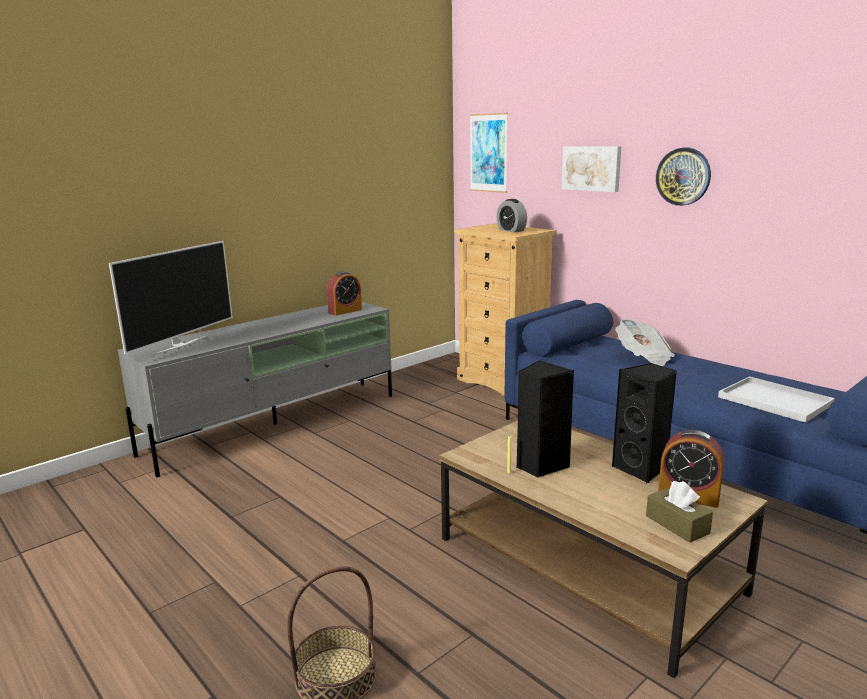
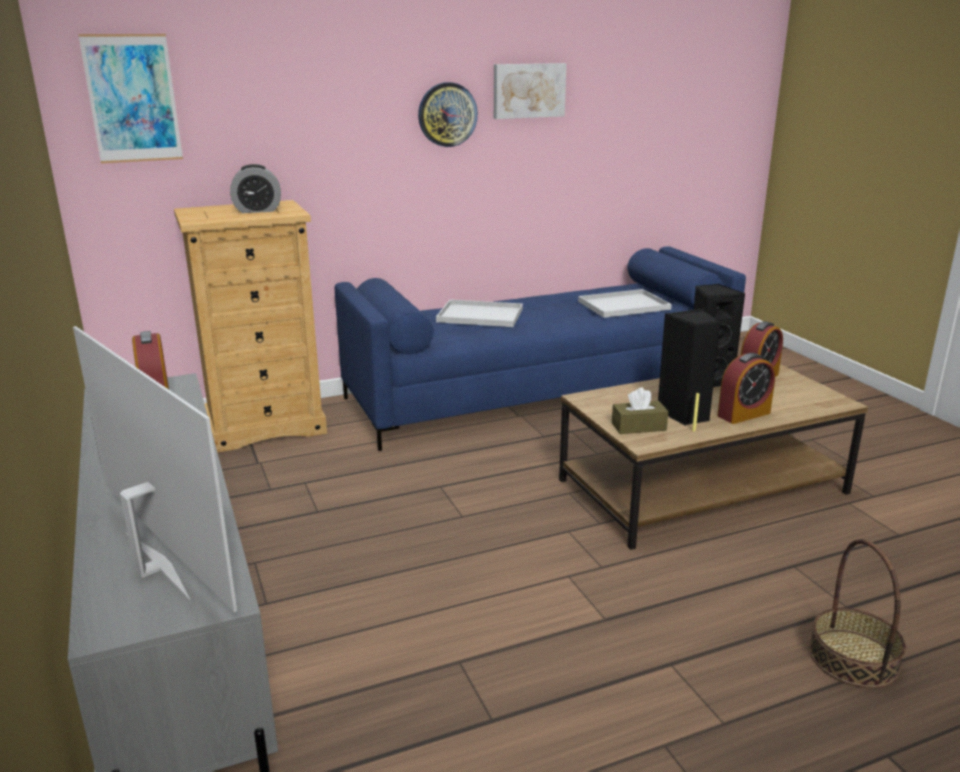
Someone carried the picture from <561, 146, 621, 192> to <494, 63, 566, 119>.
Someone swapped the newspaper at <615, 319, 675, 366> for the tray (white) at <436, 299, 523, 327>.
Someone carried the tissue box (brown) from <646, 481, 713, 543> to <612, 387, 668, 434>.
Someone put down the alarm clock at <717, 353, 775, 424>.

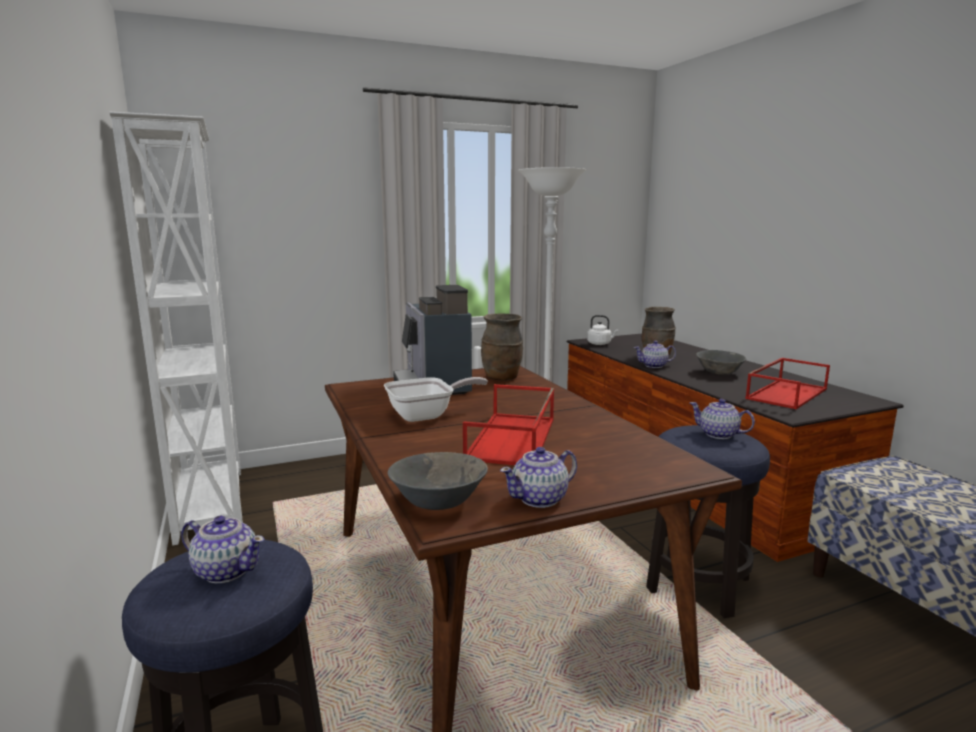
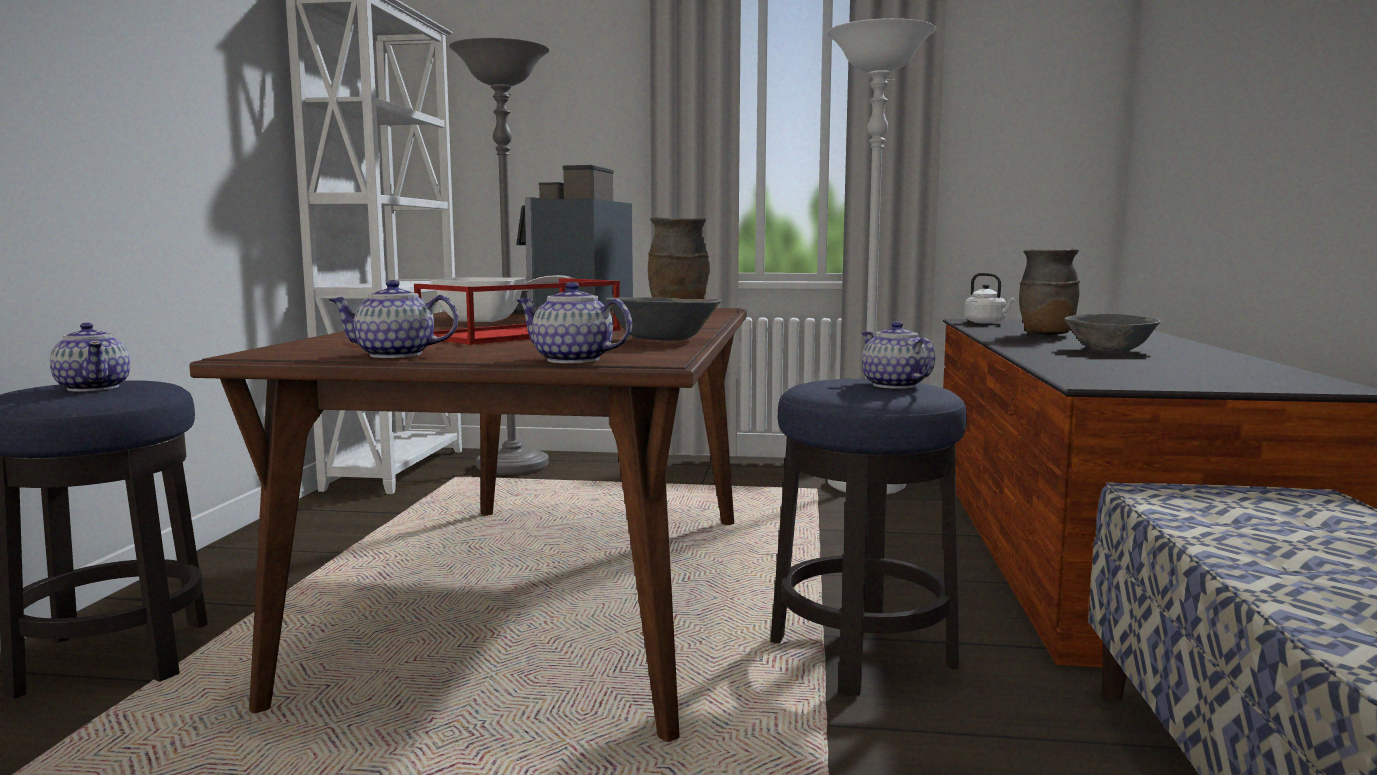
Someone carried the teapot from <634, 341, 676, 368> to <516, 282, 632, 363>.
Someone took away the tray (red) at <745, 358, 830, 409>.
Someone carried the bowl (grey) from <388, 452, 488, 510> to <605, 297, 721, 341>.
Someone put down the floor lamp (grey) at <449, 38, 550, 475>.

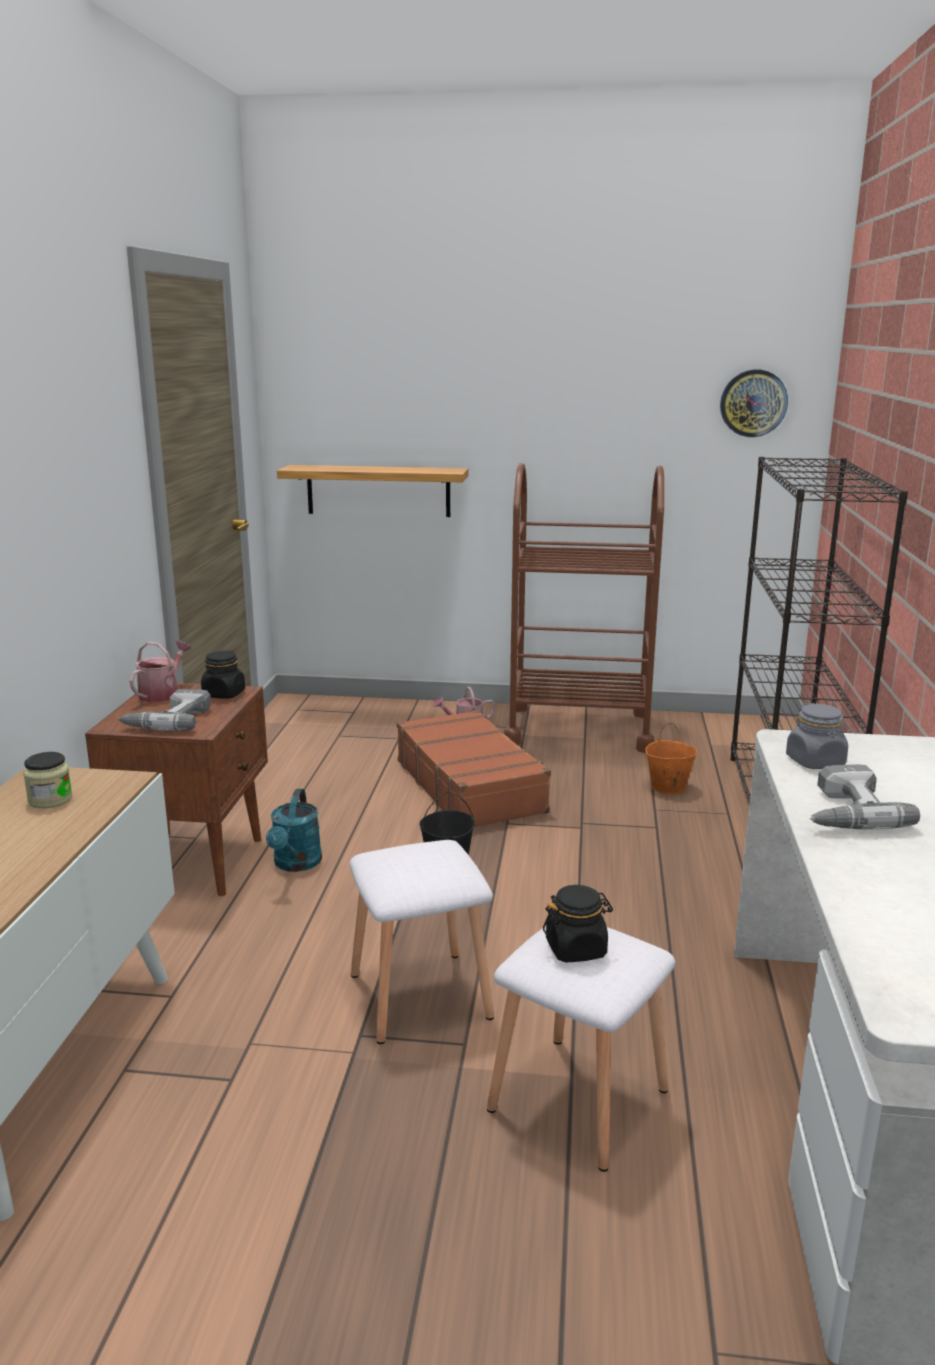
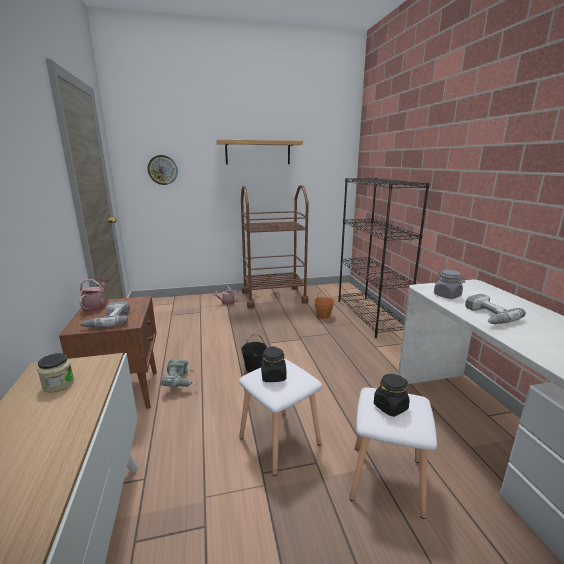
Someone carried the wall clock from <720, 369, 788, 437> to <148, 155, 178, 185>.
Someone carried the shelf from <277, 465, 468, 517> to <216, 140, 303, 164>.
Someone carried the jar (black) from <201, 650, 245, 699> to <261, 346, 286, 382>.
Someone took away the suitcase (brown) at <397, 710, 551, 827>.
Someone swapped the watering can (turquoise) at <266, 789, 322, 872> for the power drill at <161, 359, 198, 387>.

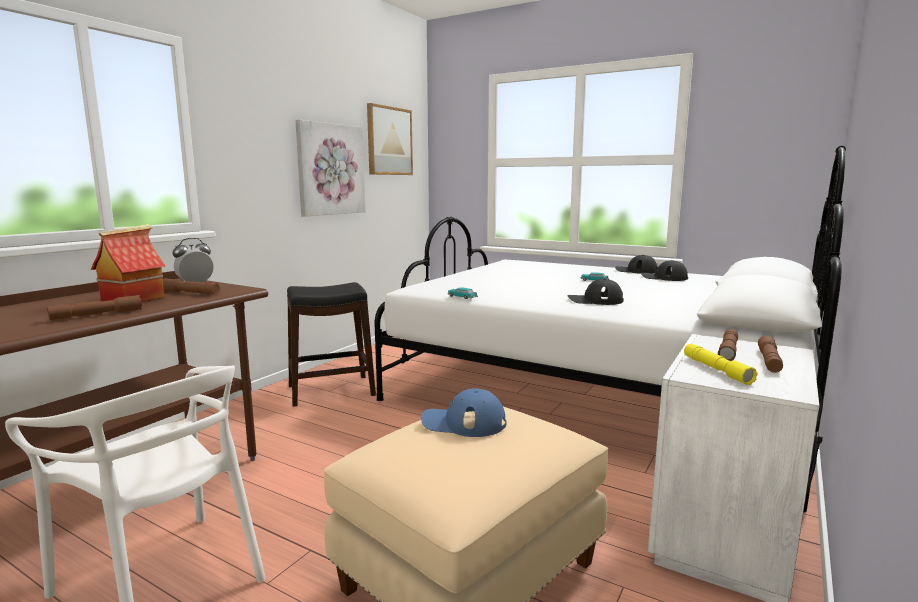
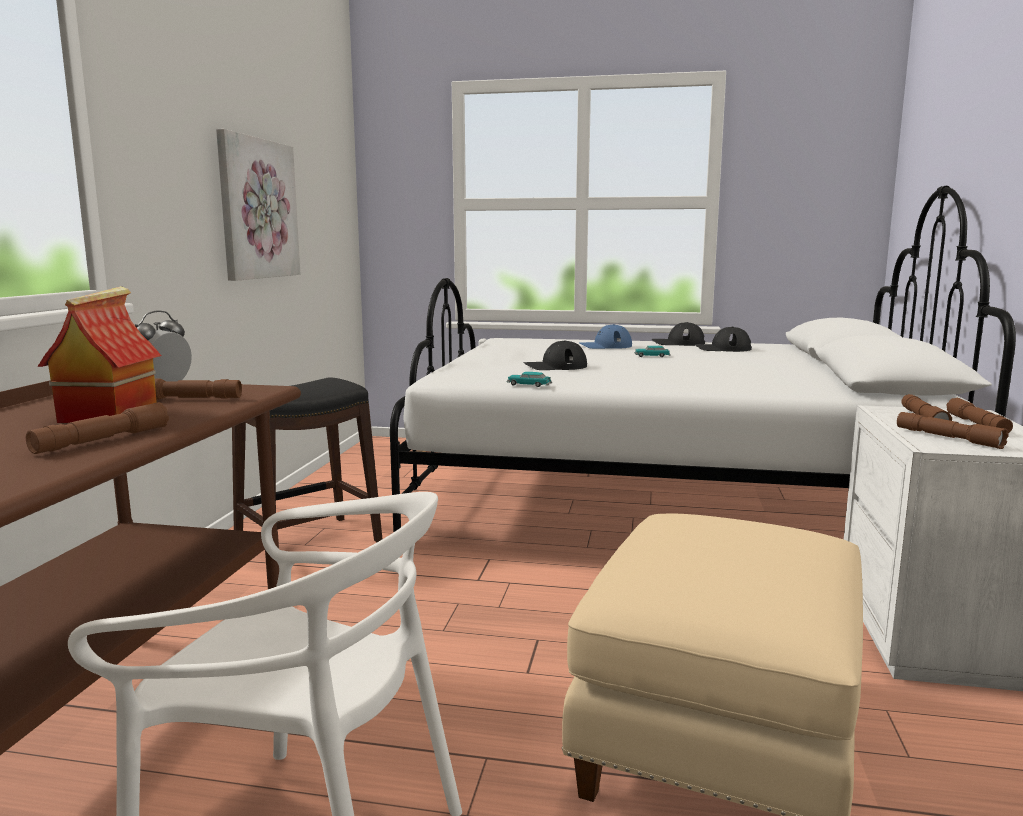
Someone took away the picture at <367, 103, 413, 175>.
Someone carried the cap (black) from <568, 279, 624, 305> to <524, 340, 587, 370>.
Someone repainted the flashlight (yellow) at <684, 344, 758, 385>, which became the flashlight (brown) at <897, 412, 1008, 449>.
Someone carried the cap (blue) from <421, 388, 507, 437> to <580, 324, 632, 349>.

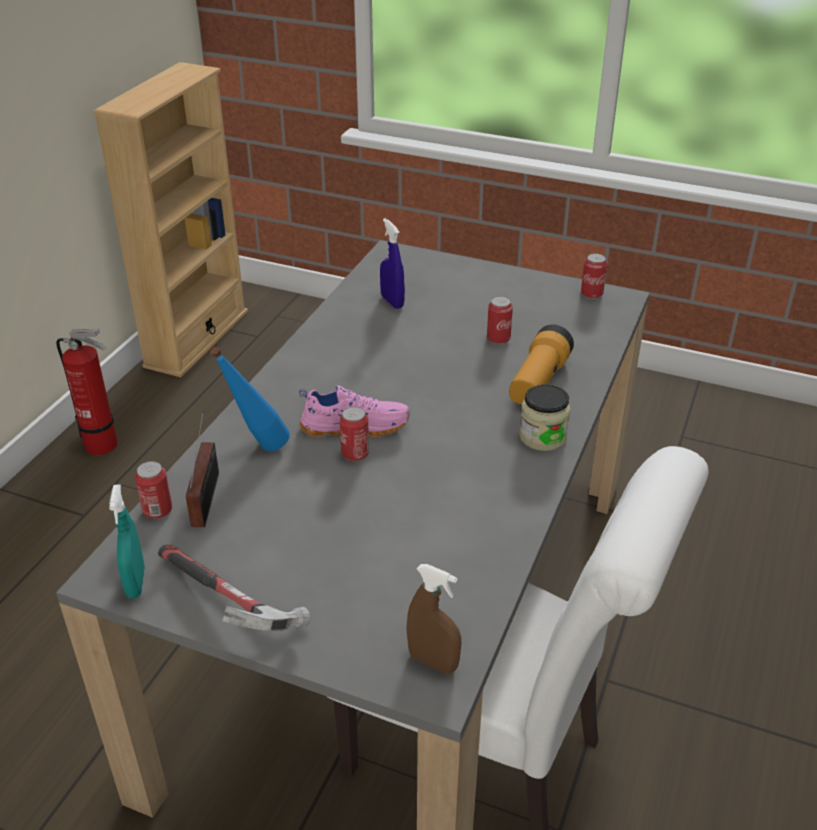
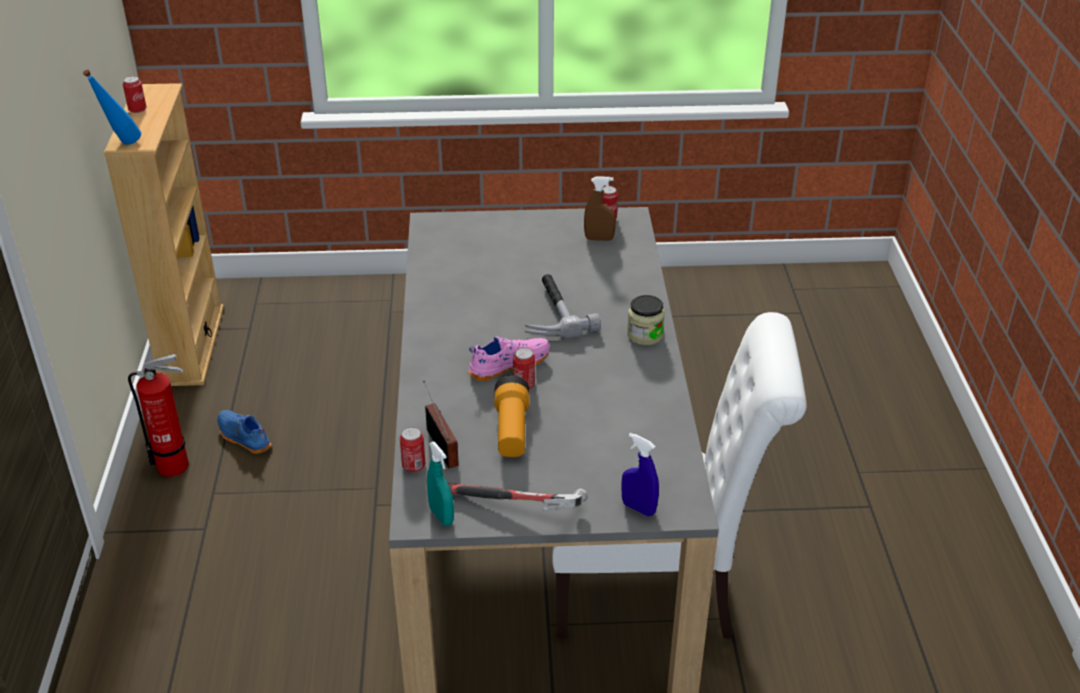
Someone carried the spray bottle (blue) from <380, 218, 405, 309> to <621, 433, 659, 516>.
Someone carried the can from <487, 296, 513, 344> to <123, 76, 146, 113>.
Someone carried the flashlight from <509, 324, 574, 405> to <494, 375, 529, 457>.
Someone carried the bottle (blue) from <210, 347, 290, 451> to <83, 70, 141, 145>.
Someone carried the spray bottle (brown) from <407, 564, 461, 674> to <584, 176, 616, 241>.
Someone put down the hammer at <525, 274, 601, 338>.
Someone put down the shoe (blue) at <217, 410, 271, 454>.

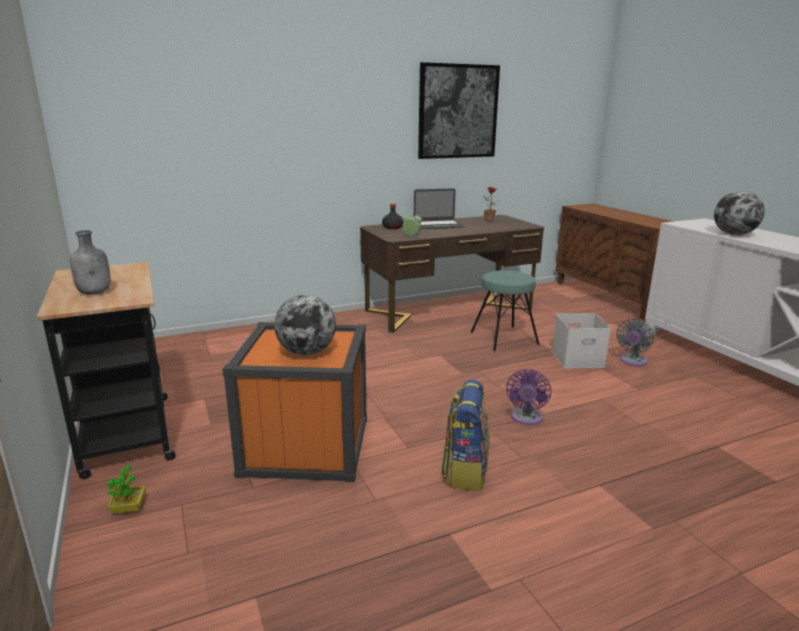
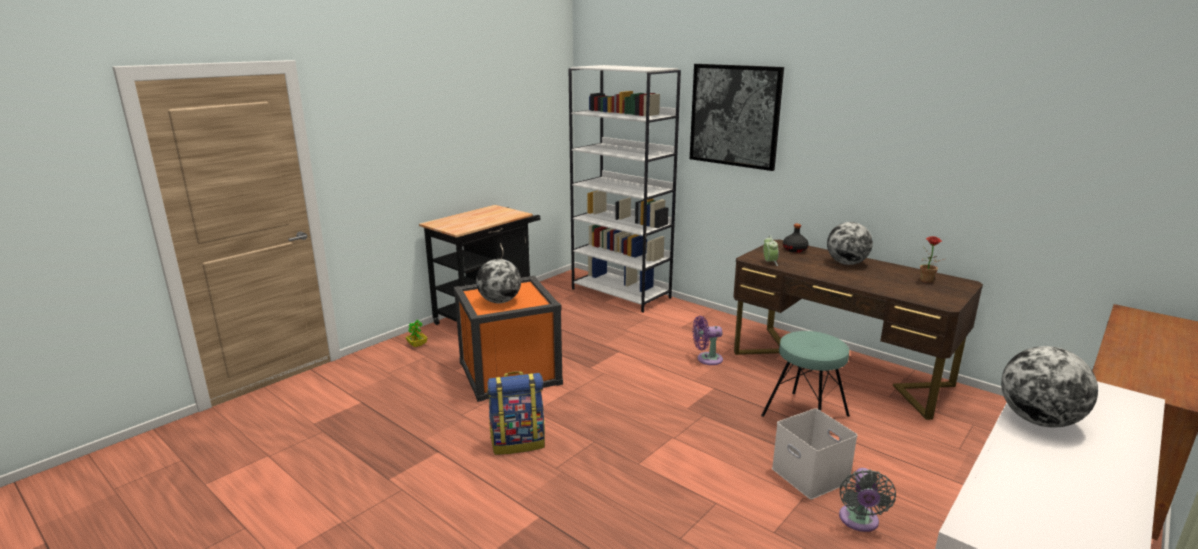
Someone carried the picture from <418, 62, 500, 159> to <690, 64, 784, 171>.
Someone swapped the laptop at <414, 188, 464, 229> for the globe at <827, 222, 873, 265>.
Someone took away the bottle (grey) at <70, 230, 111, 294>.
Someone rotated the fan (grey) at <616, 319, 654, 366> by 90 degrees counterclockwise.
Someone carried the fan (purple) from <506, 369, 551, 425> to <693, 316, 723, 365>.
Someone put down the bookcase (white) at <569, 65, 681, 313>.

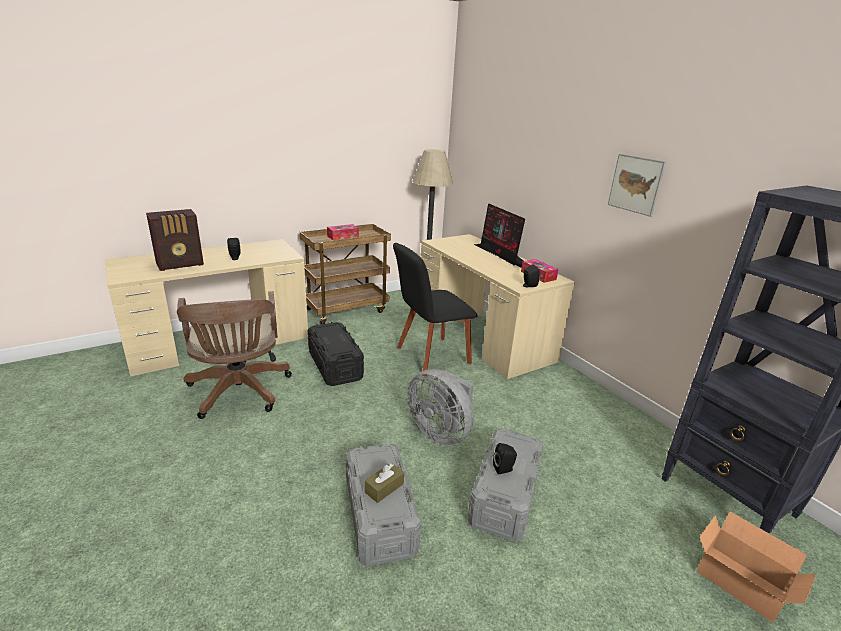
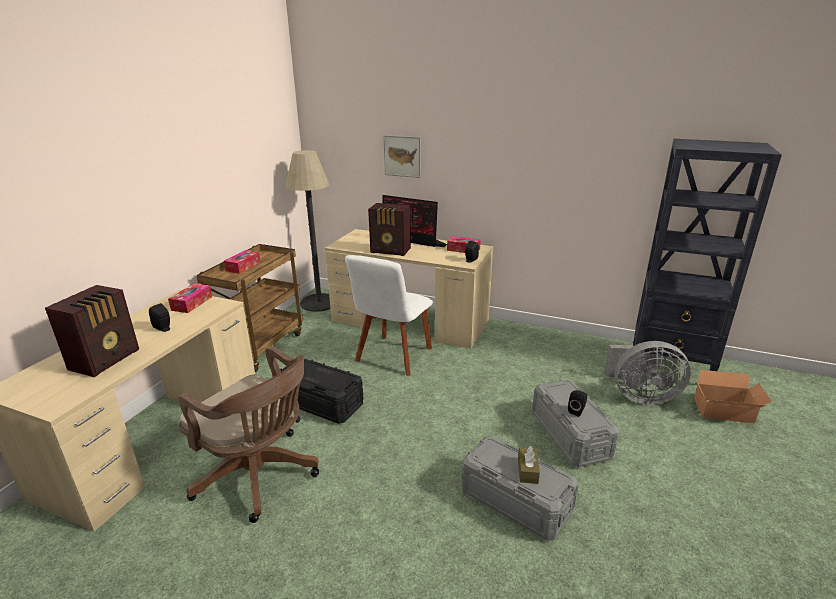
Someone carried the picture from <608, 154, 666, 217> to <384, 135, 421, 178>.
Someone repainted the chair (black) at <393, 243, 478, 376>, which became the chair (white) at <345, 255, 433, 376>.
Someone carried the fan (grey) from <407, 369, 474, 445> to <604, 341, 691, 405>.
Someone put down the radio at <368, 203, 411, 256>.
Someone put down the tissue box at <168, 283, 212, 313>.

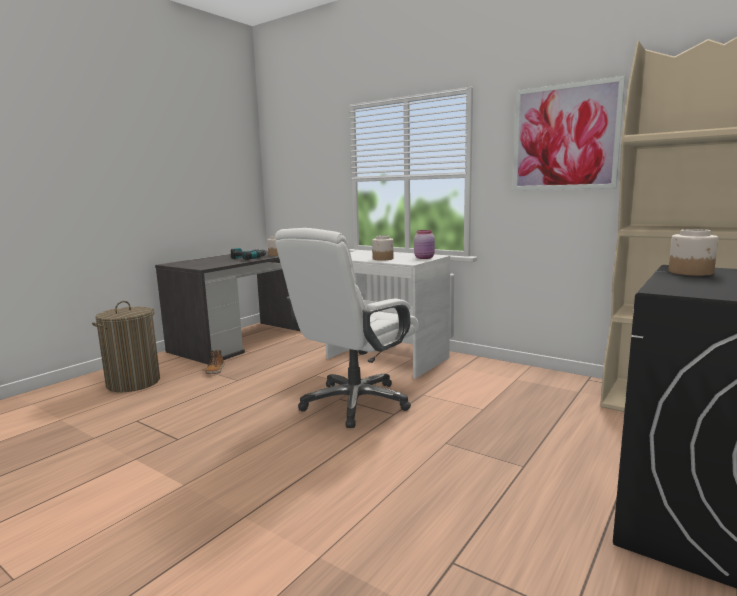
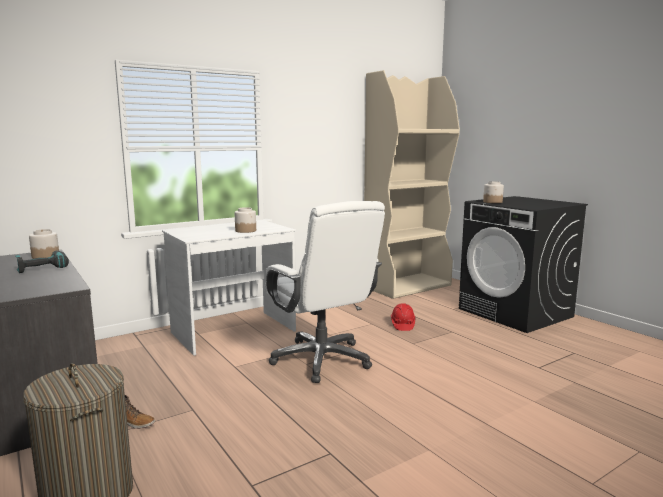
Someone took away the picture at <513, 76, 625, 190>.
Someone took away the jar (pink) at <414, 230, 435, 259>.
Someone put down the hard hat (red) at <391, 303, 415, 331>.

